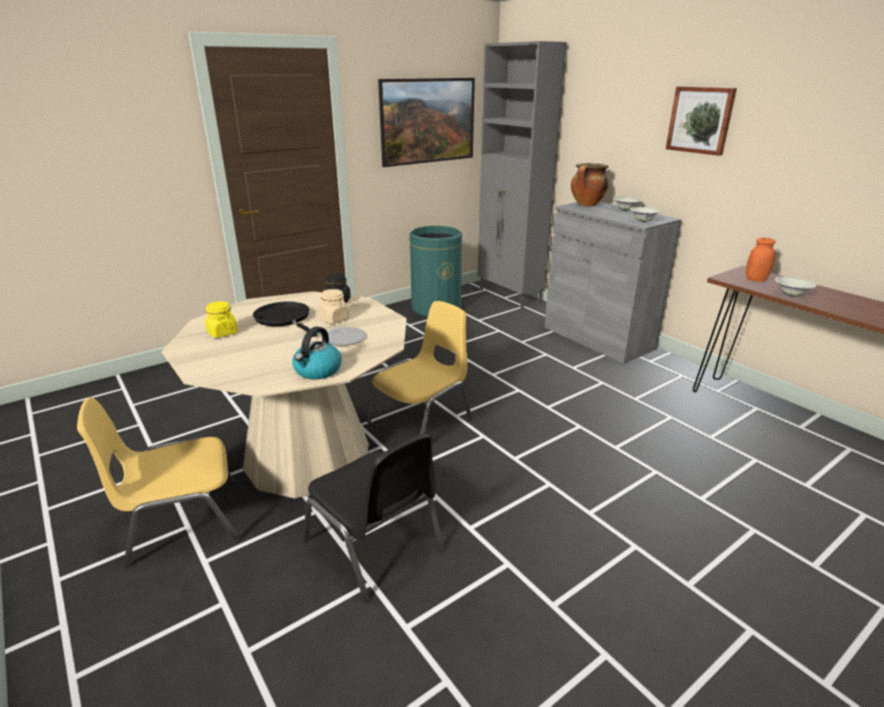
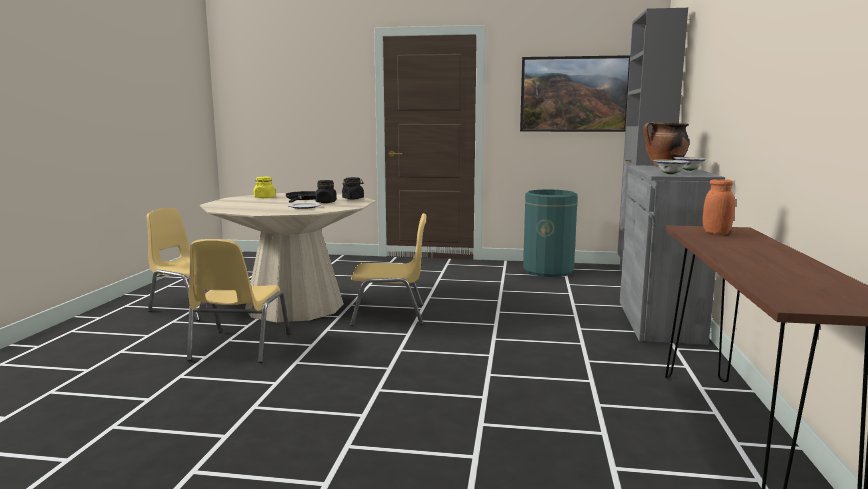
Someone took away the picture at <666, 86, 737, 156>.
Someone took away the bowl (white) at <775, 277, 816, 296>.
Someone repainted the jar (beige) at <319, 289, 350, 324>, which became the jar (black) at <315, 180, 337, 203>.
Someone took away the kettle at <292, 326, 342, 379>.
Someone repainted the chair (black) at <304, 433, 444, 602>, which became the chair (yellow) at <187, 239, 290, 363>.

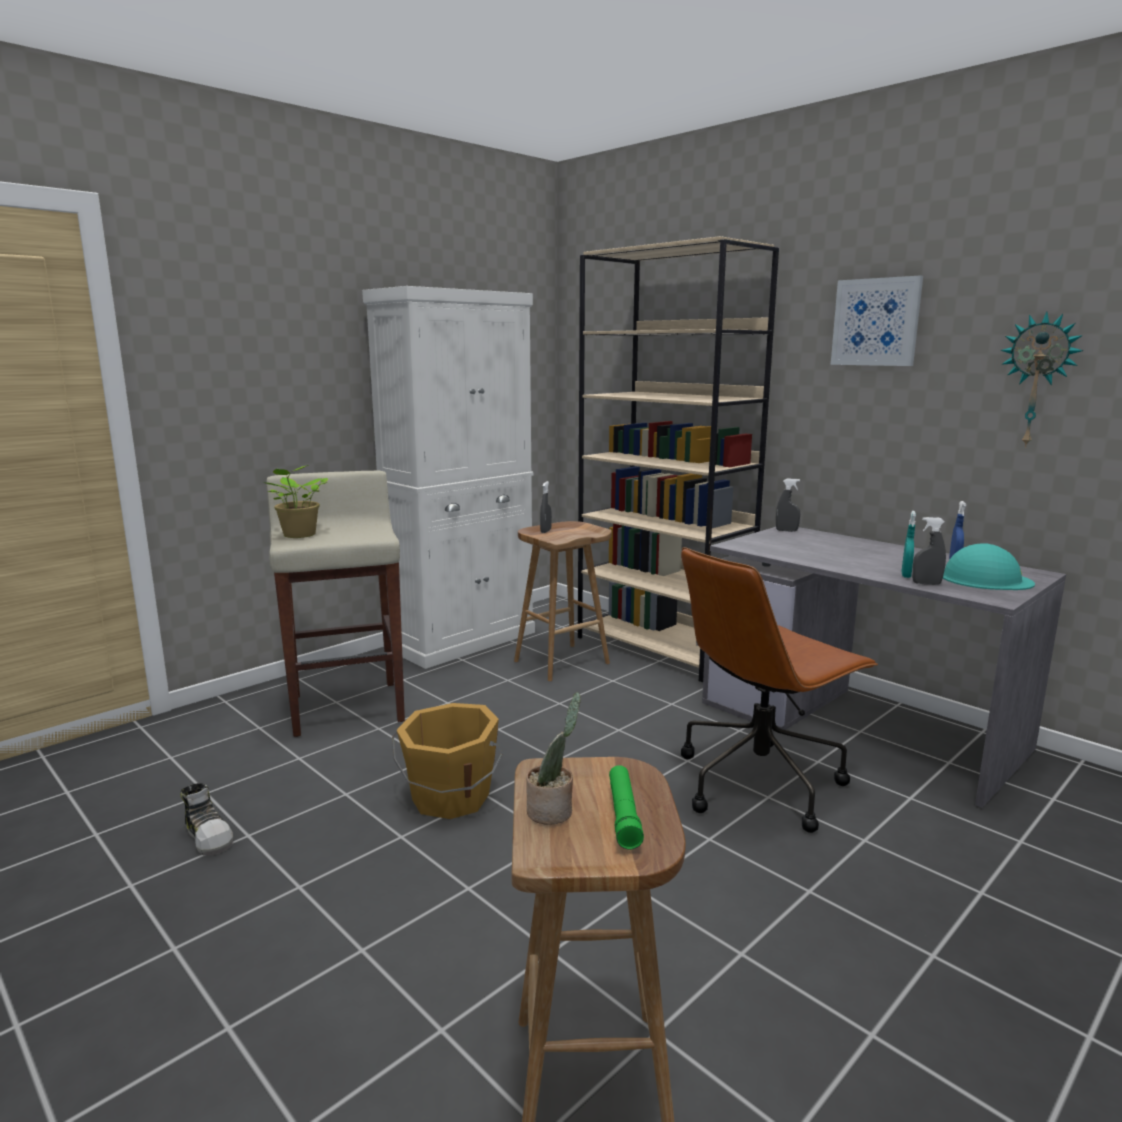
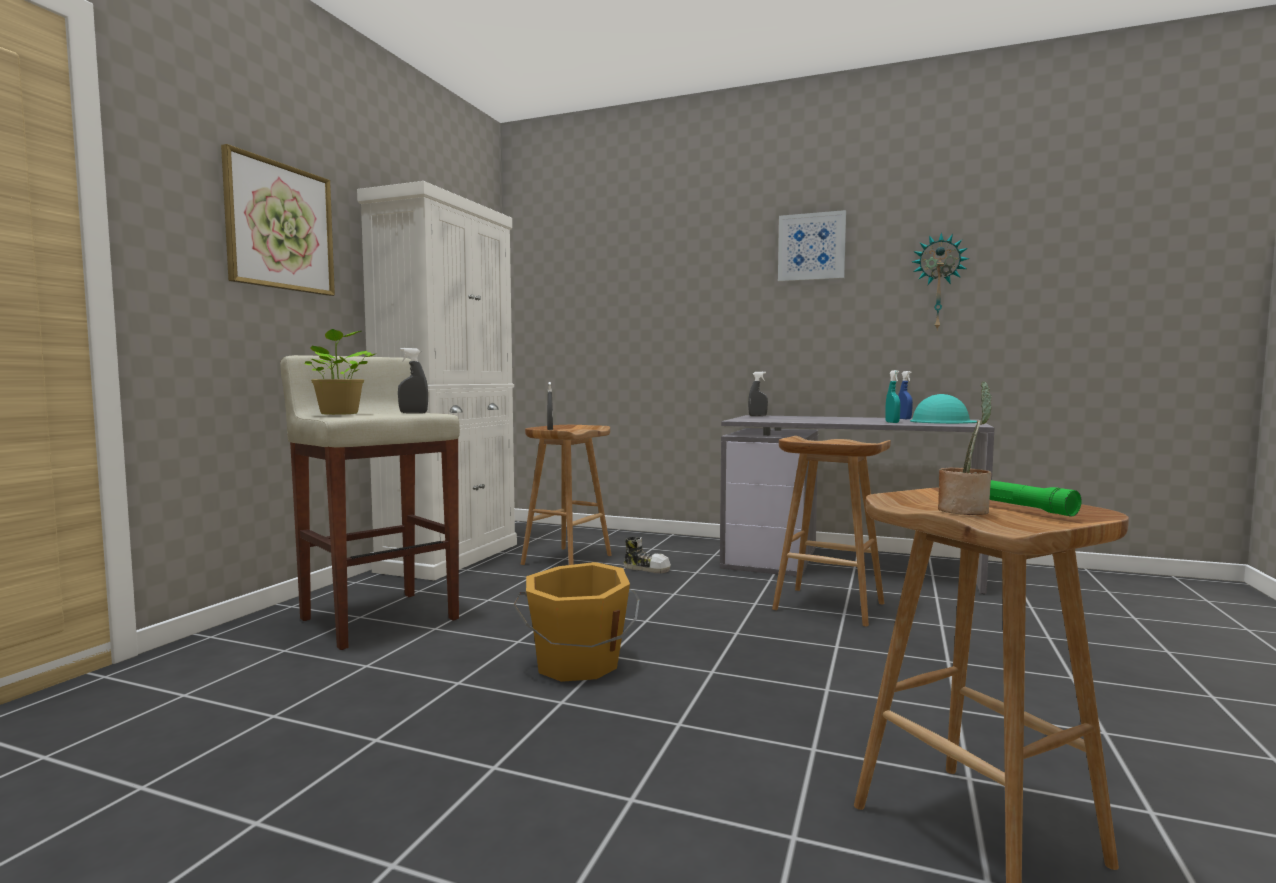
Someone took away the bookcase (beige) at <578, 236, 779, 682>.
Someone carried the spray bottle (grey) from <912, 517, 946, 585> to <398, 348, 428, 414>.
Someone swapped the office chair (brown) at <681, 547, 878, 833> for the stool (brown) at <772, 436, 891, 626>.
Someone carried the shoe from <180, 783, 233, 855> to <624, 537, 671, 573>.
Someone put up the picture at <221, 144, 335, 296>.

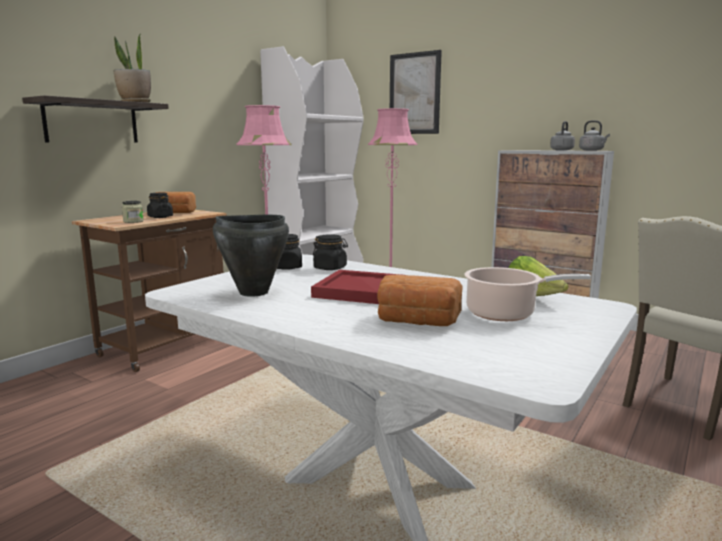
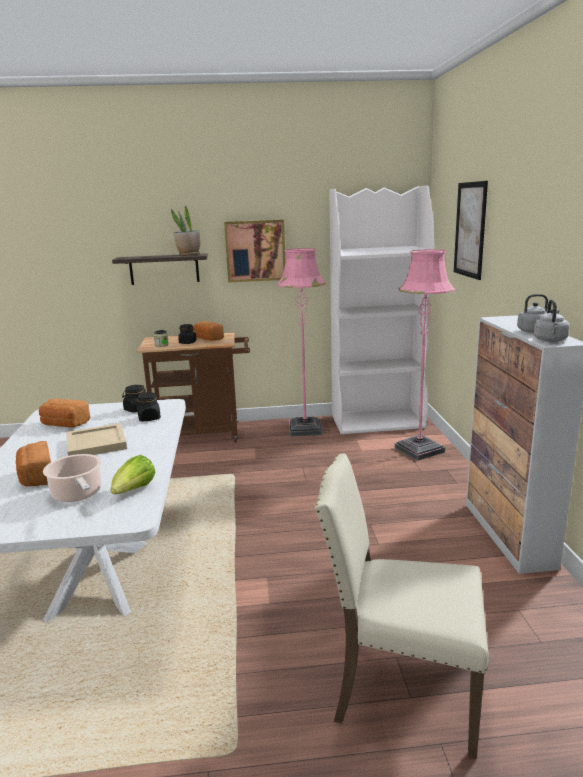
Someone swapped the cooking pot (black) at <213, 215, 289, 297> for the bread at <39, 398, 91, 427>.
Someone repainted the tray (red) at <311, 270, 401, 304>, which became the tray (beige) at <66, 423, 127, 456>.
Someone put up the picture at <224, 220, 285, 283>.

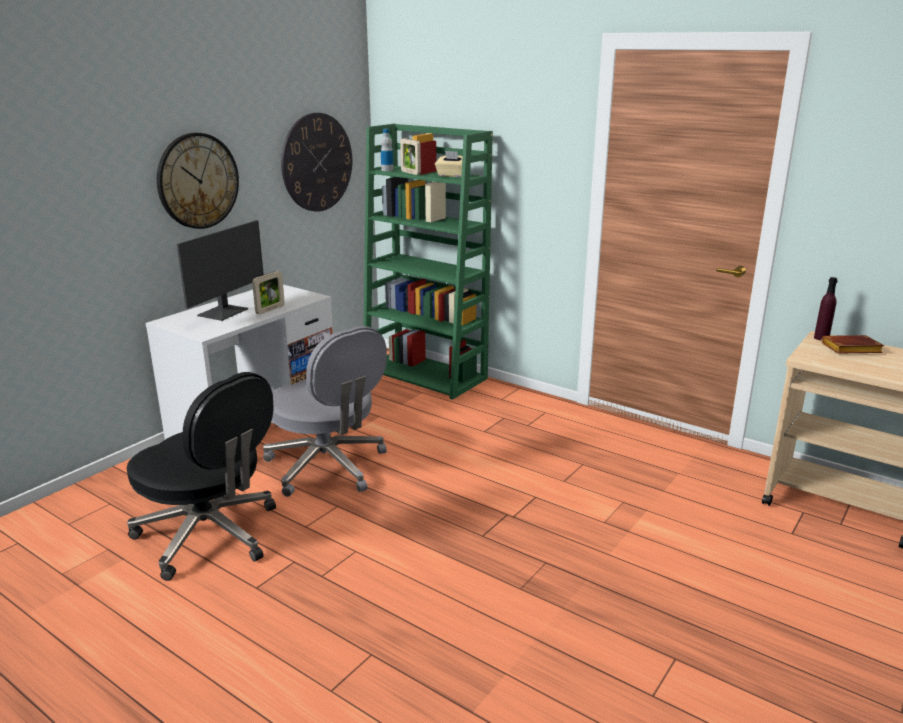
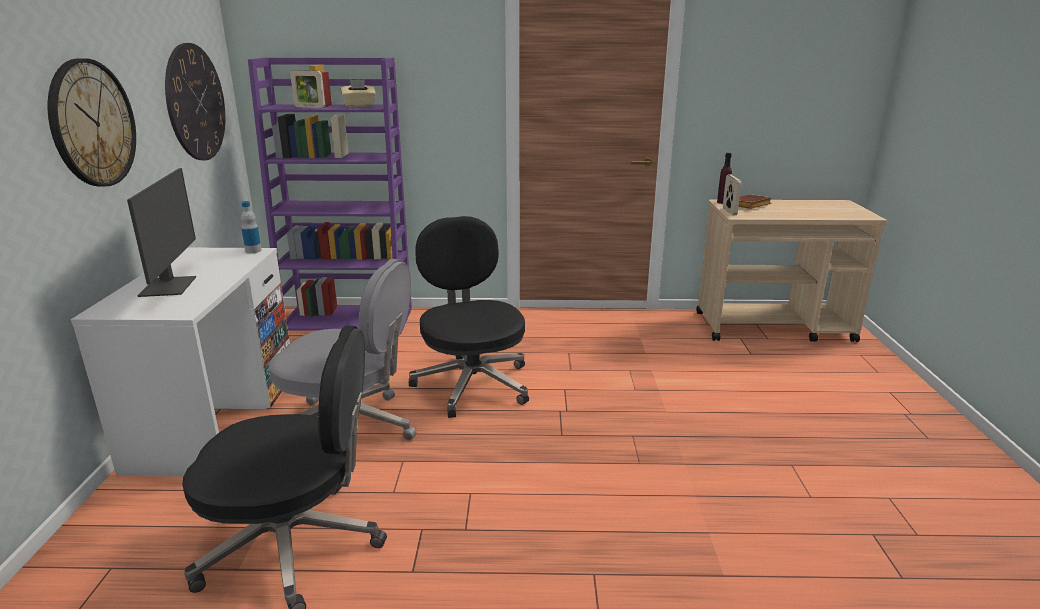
Someone repainted the bookcase (green) at <364, 124, 493, 400>, which became the bookcase (purple) at <248, 57, 412, 334>.
Someone carried the bottle from <381, 129, 393, 171> to <241, 201, 261, 253>.
Someone carried the picture frame from <252, 271, 285, 315> to <723, 174, 741, 215>.
Someone put down the office chair (black) at <409, 216, 529, 418>.

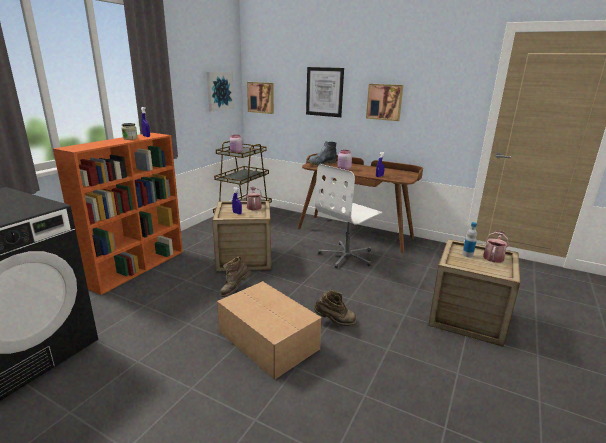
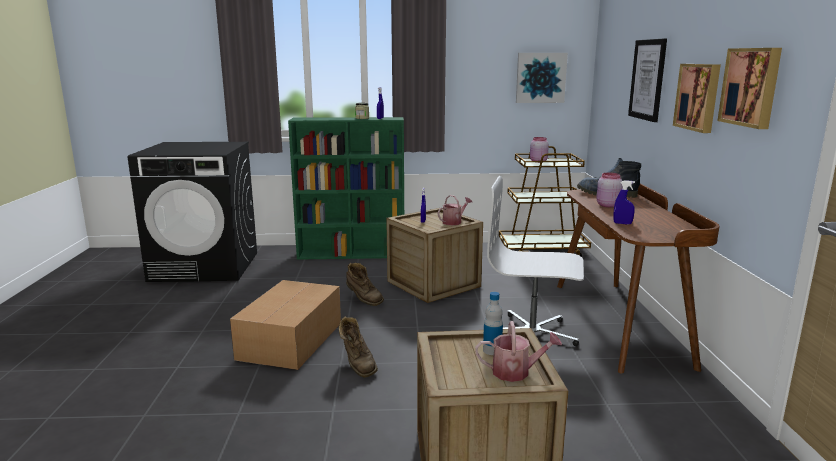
Someone carried the picture from <247, 82, 274, 114> to <717, 48, 782, 129>.
Someone repainted the bookcase (orange) at <53, 133, 183, 295>, which became the bookcase (green) at <288, 117, 404, 260>.
Someone rotated the boot (brown) at <220, 257, 251, 297> by 150 degrees counterclockwise.

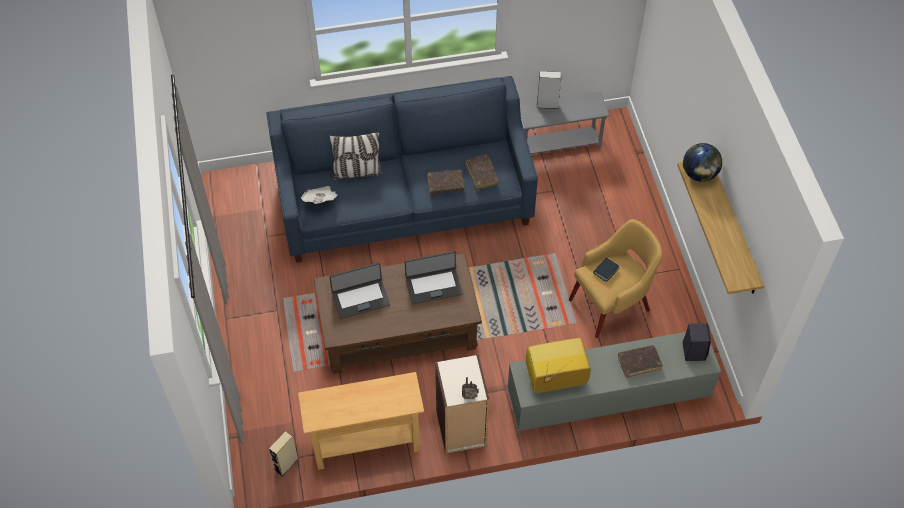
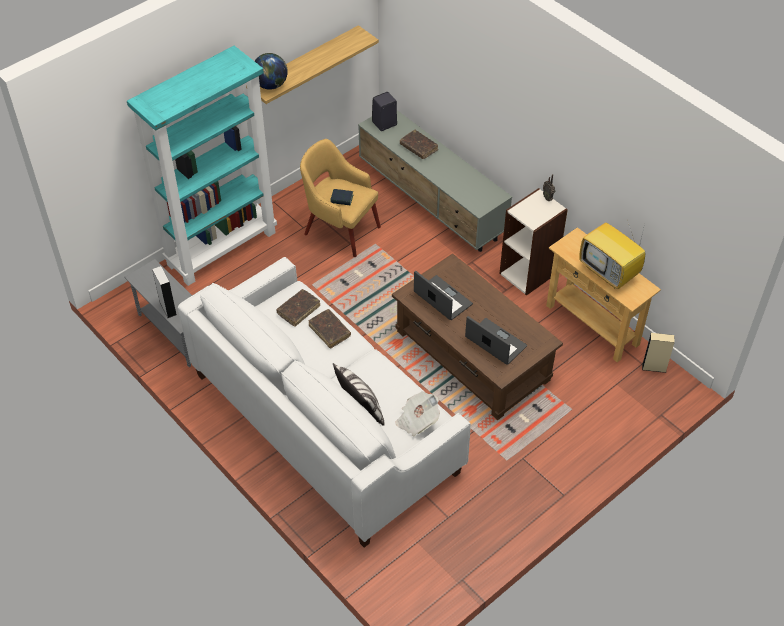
Someone repainted the sofa (blue) at <266, 76, 538, 263>, which became the sofa (white) at <178, 257, 471, 548>.
Someone carried the television from <526, 338, 591, 393> to <579, 220, 645, 289>.
Someone put down the bookcase (turquoise) at <127, 46, 277, 286>.

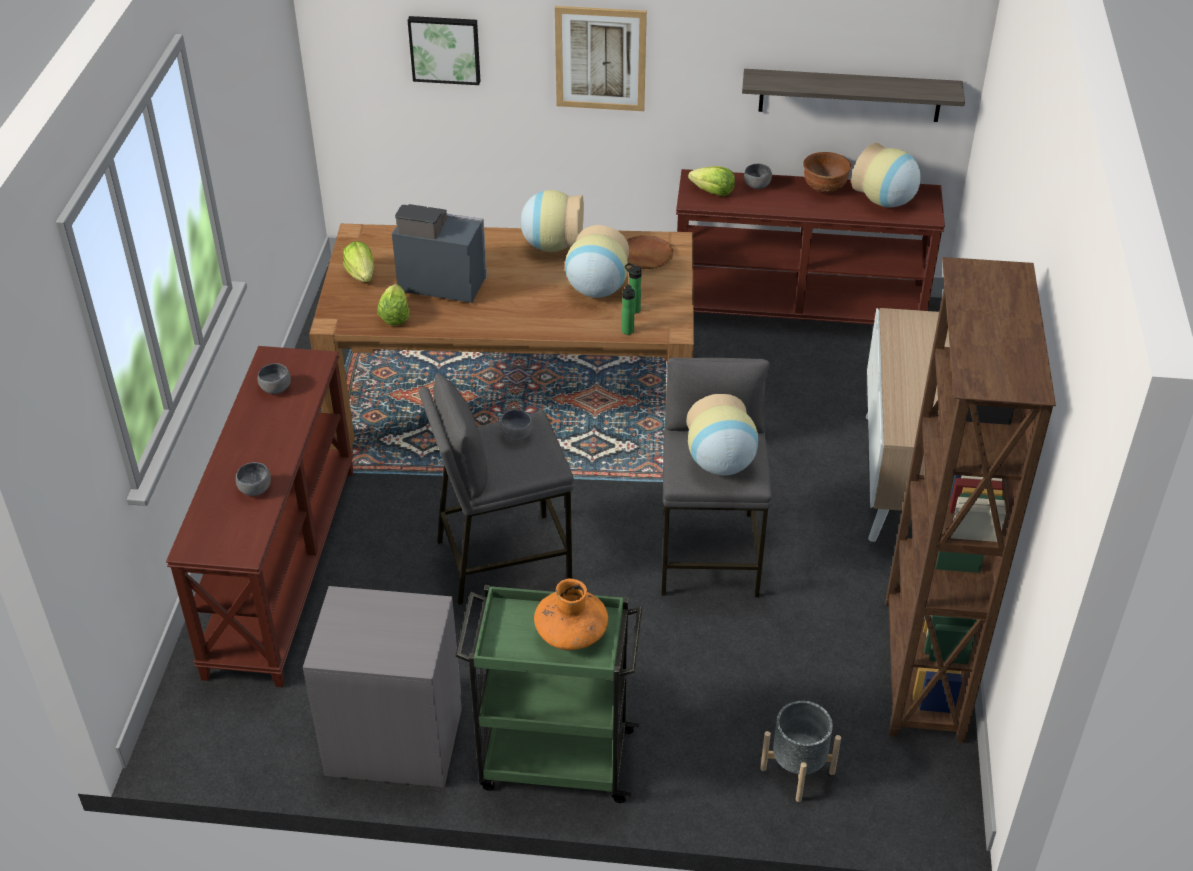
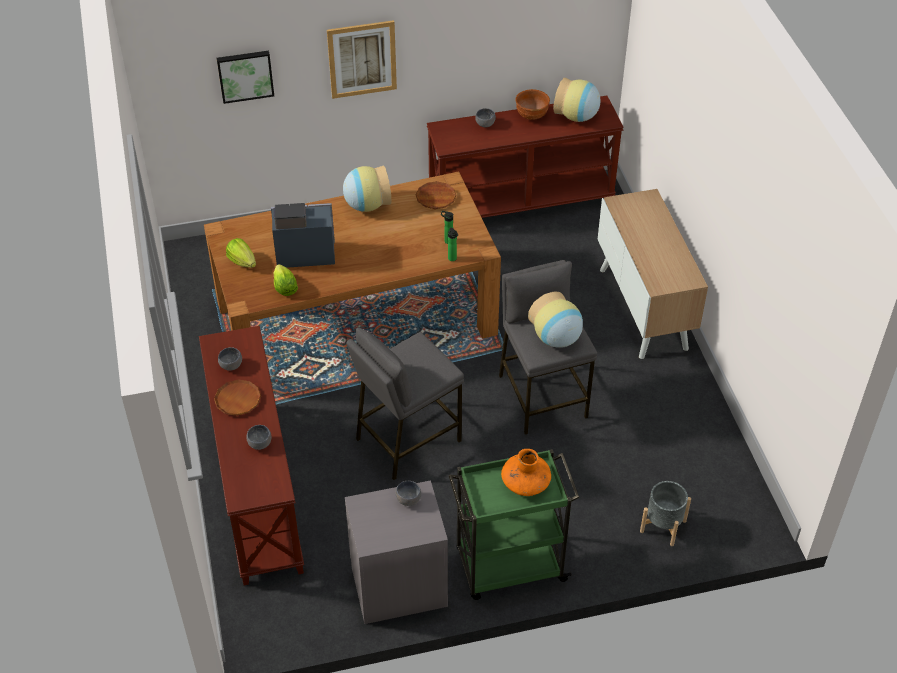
Someone took away the shelf at <742, 69, 965, 122>.
Someone took away the lettuce at <688, 166, 735, 196>.
Someone took away the vase at <565, 225, 629, 298>.
Someone took away the bookcase (brown) at <885, 257, 1056, 743>.
Someone carried the bowl (grey) from <500, 410, 532, 441> to <396, 481, 421, 506>.
Someone put down the plate (brown) at <214, 379, 261, 416>.

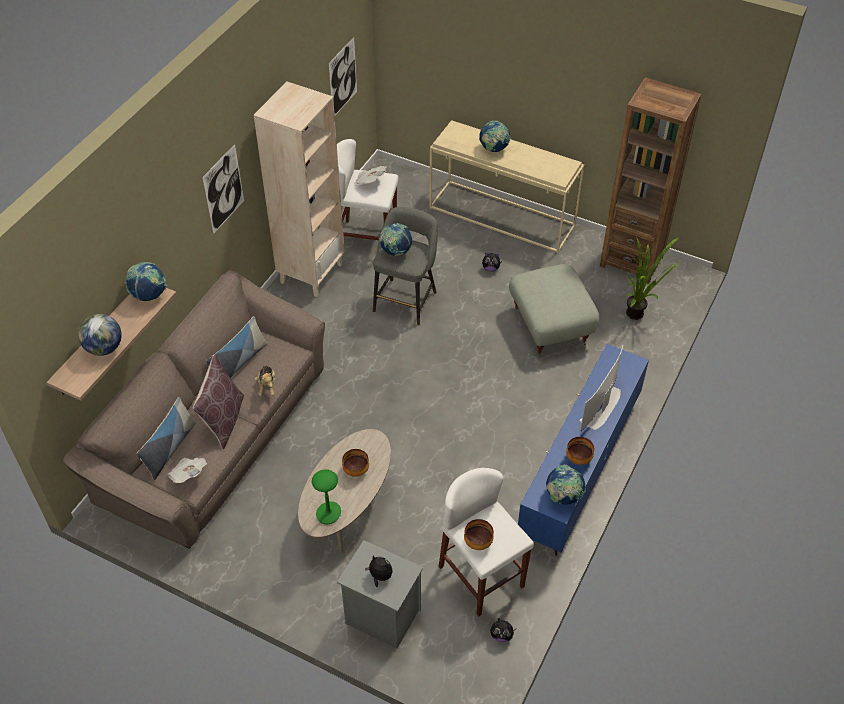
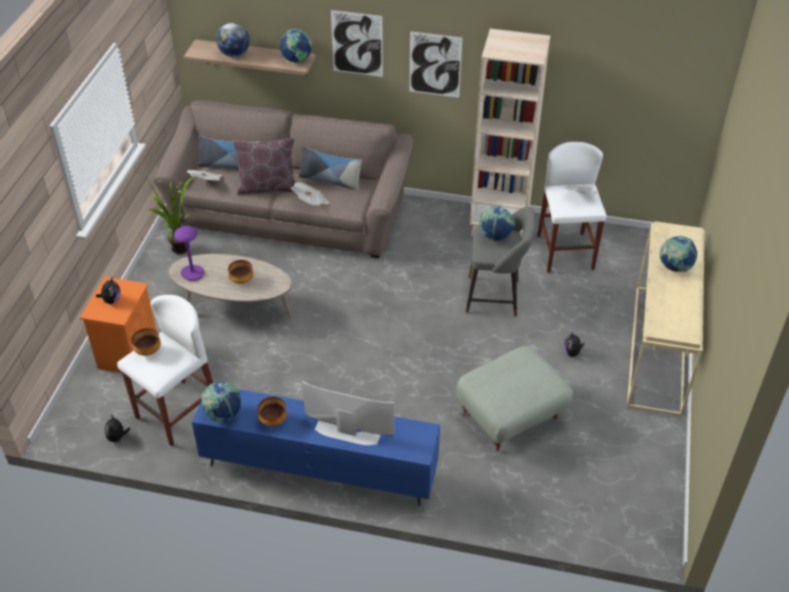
Someone carried the picture from <329, 37, 357, 115> to <331, 10, 383, 77>.
Someone took away the bookcase (brown) at <600, 78, 702, 284>.
Someone carried the potted plant from <625, 237, 680, 320> to <141, 174, 195, 254>.
Someone swapped the plush toy at <254, 366, 275, 396> for the newspaper at <291, 182, 329, 206>.
Someone repainted the table lamp (green) at <312, 469, 341, 524>, which became the table lamp (purple) at <174, 226, 204, 281>.
Someone repainted the nightstand (grey) at <337, 540, 423, 649>, which became the nightstand (orange) at <80, 277, 157, 373>.

